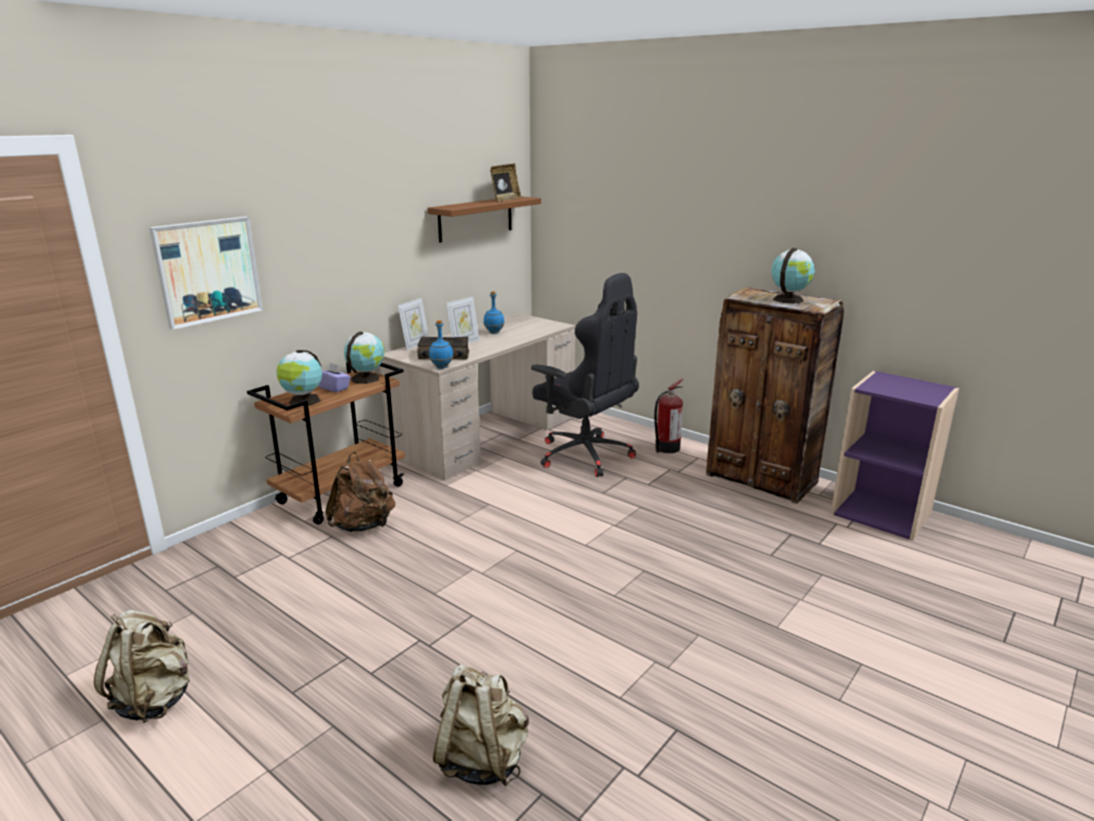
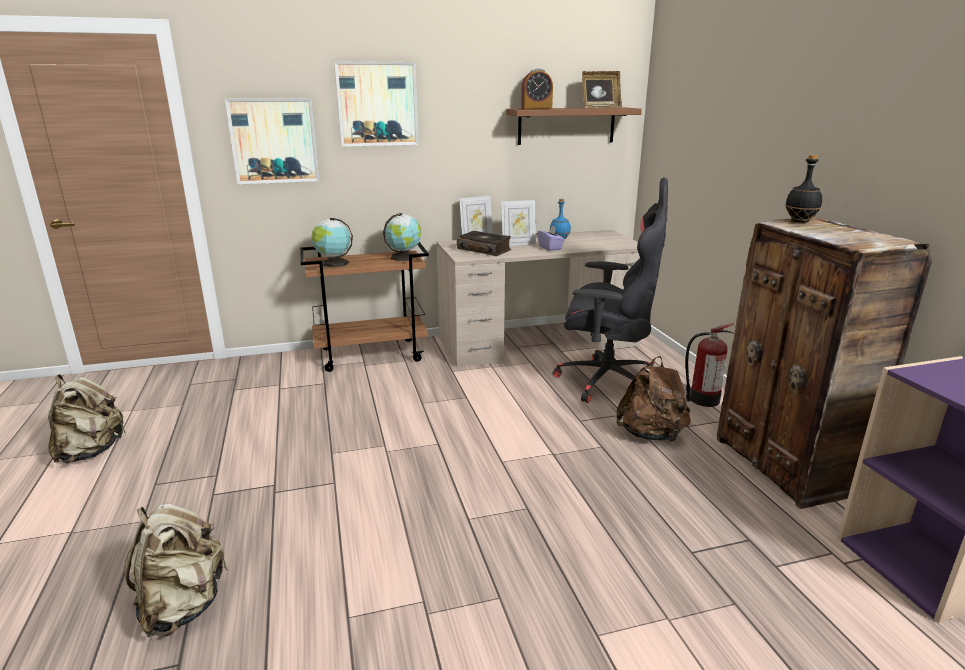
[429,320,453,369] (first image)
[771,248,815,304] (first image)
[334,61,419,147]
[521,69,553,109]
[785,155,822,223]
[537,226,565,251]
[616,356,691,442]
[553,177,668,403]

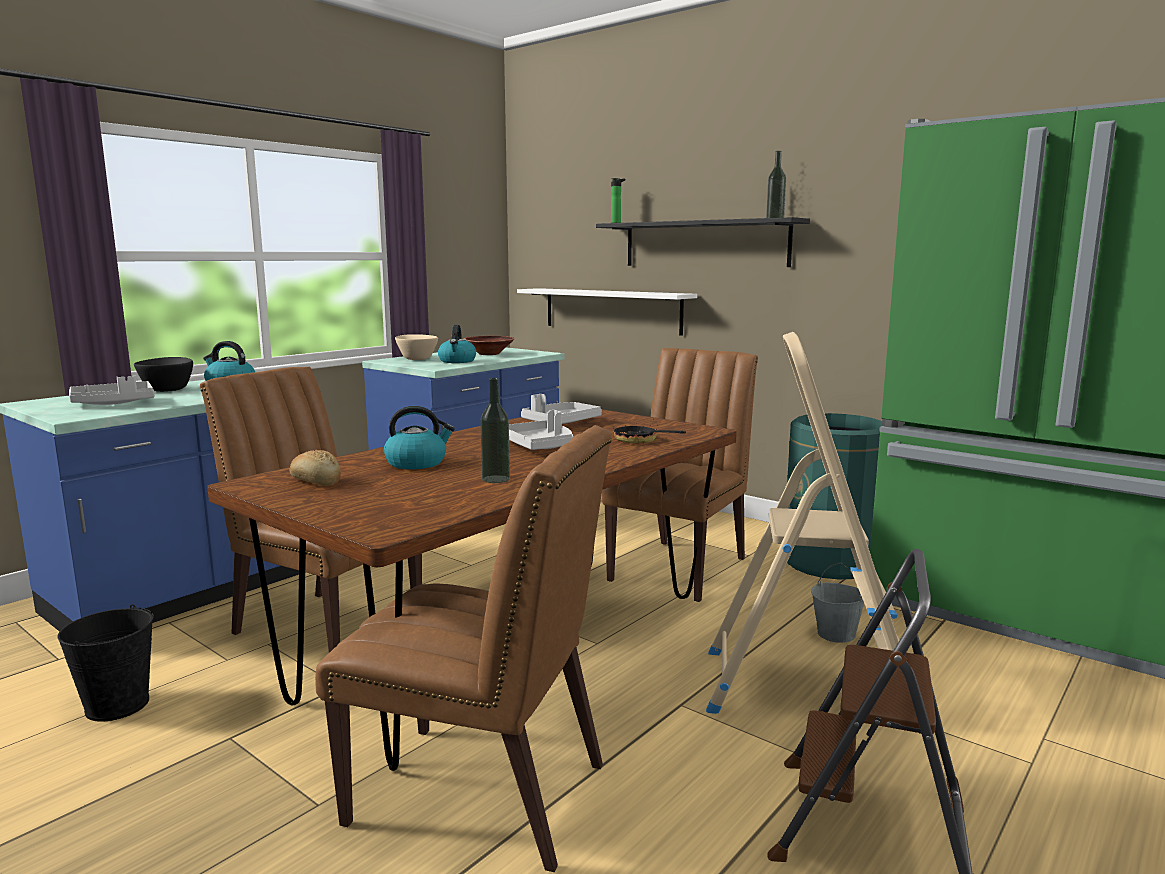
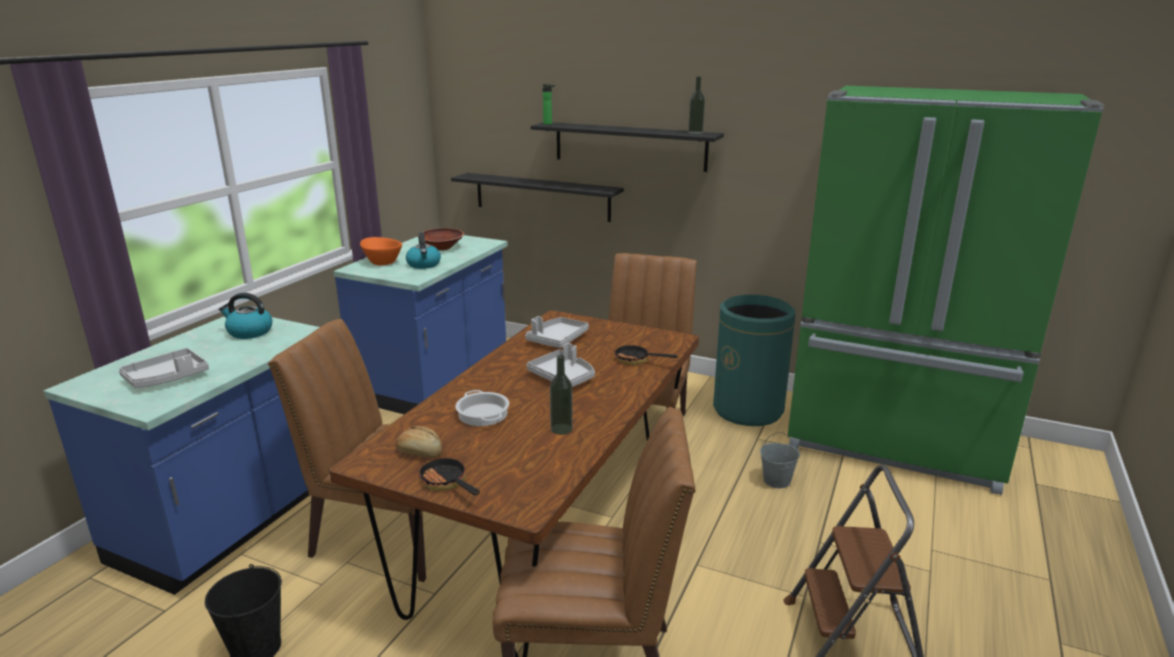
[134,357,193,392] (first image)
[706,332,899,714] (first image)
[417,456,480,495]
[456,390,509,426]
[360,237,402,265]
[451,173,624,222]

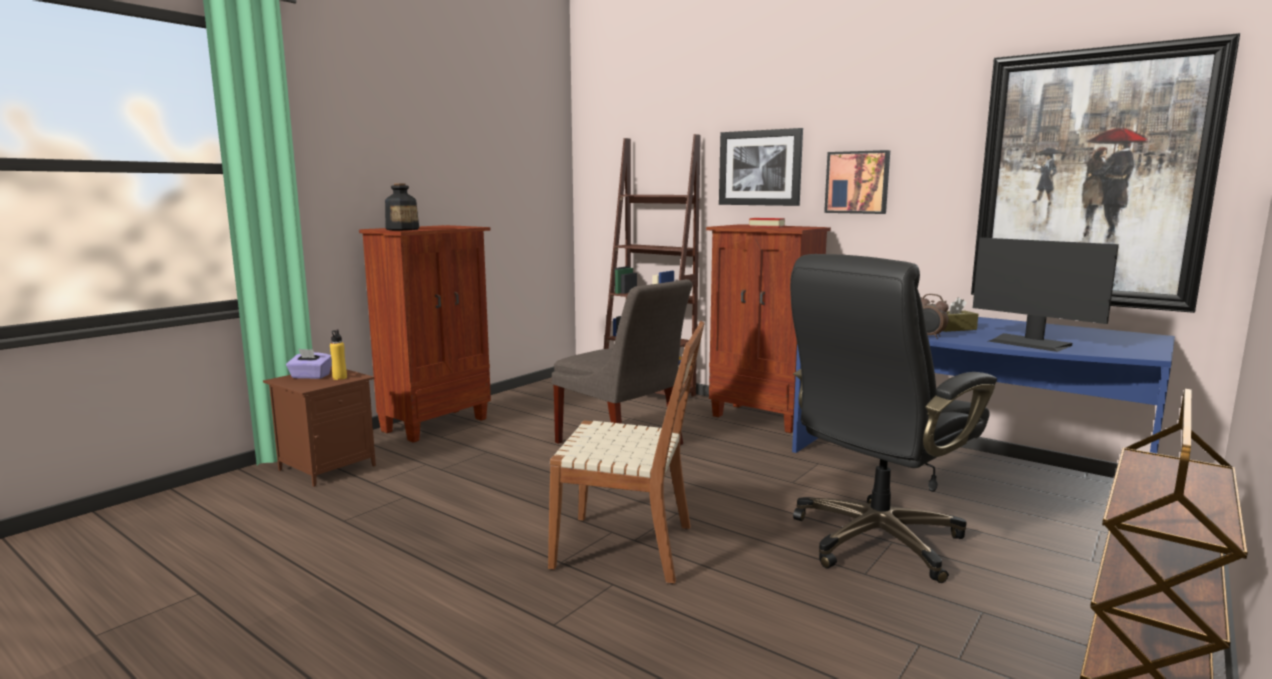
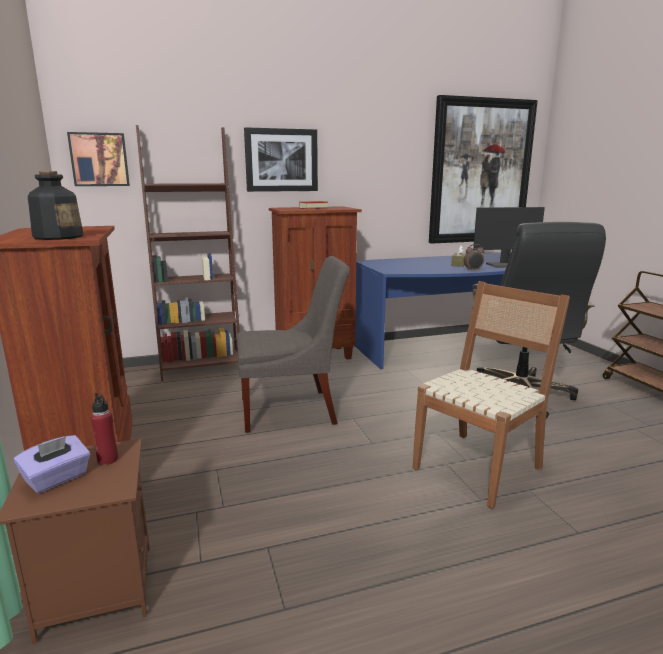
[67,132,130,186]
[91,393,118,465]

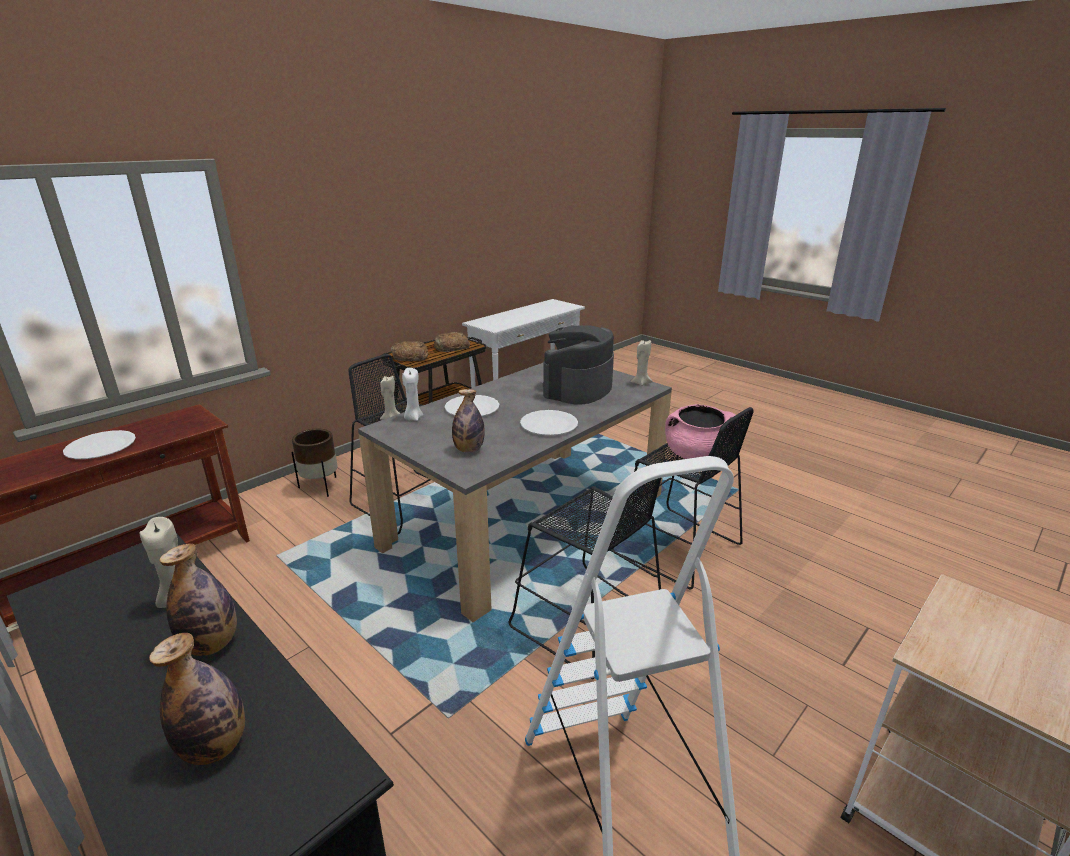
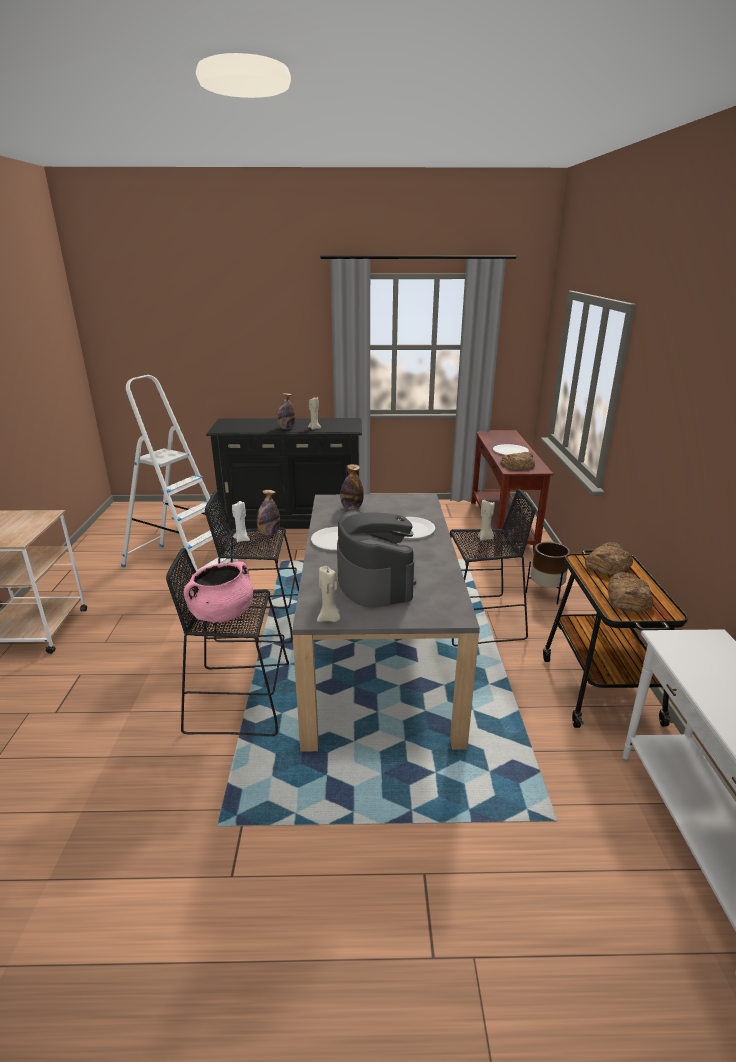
[501,452,535,470]
[257,490,280,535]
[232,501,250,542]

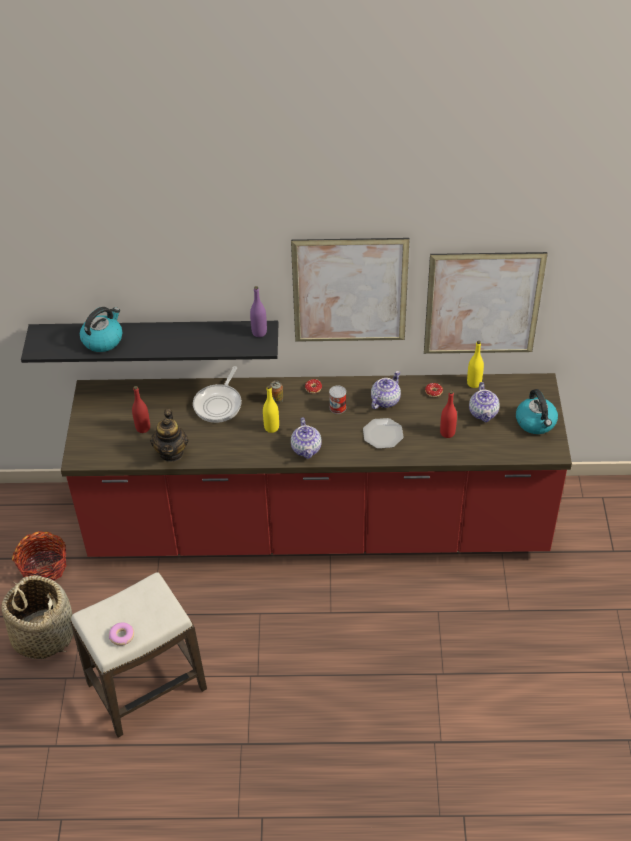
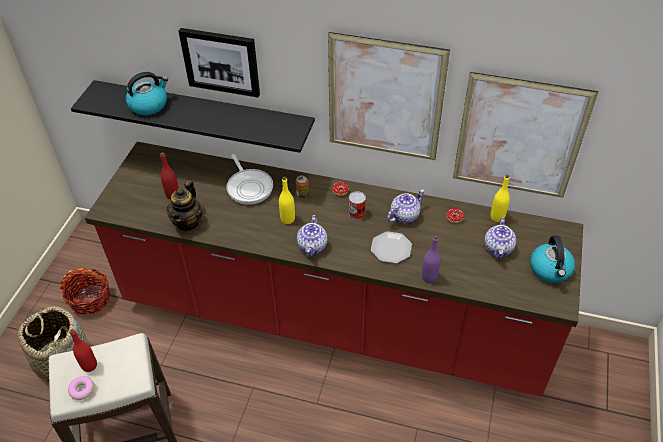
[178,28,260,97]
[422,235,441,283]
[70,329,97,372]
[226,154,273,205]

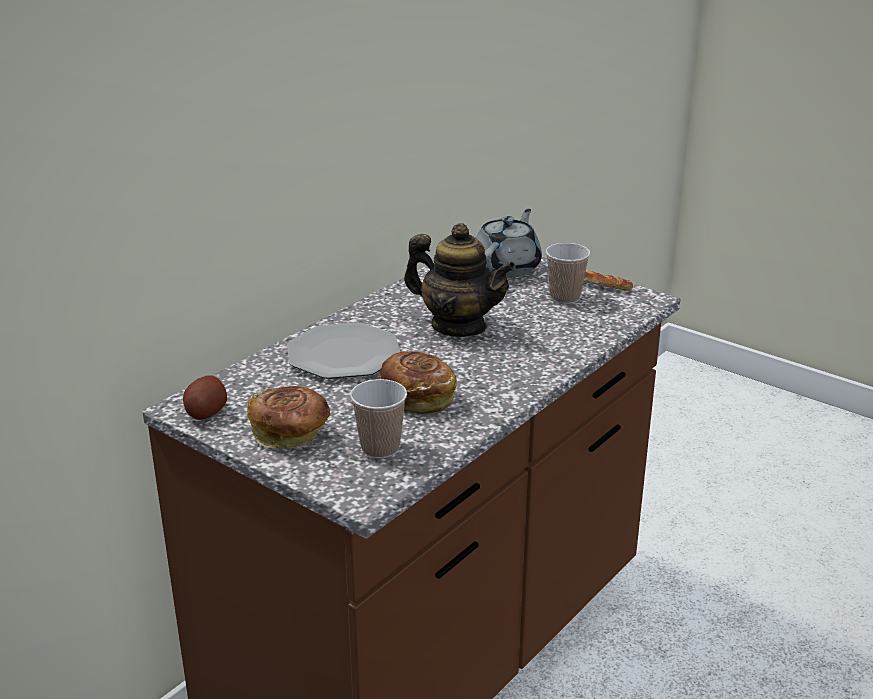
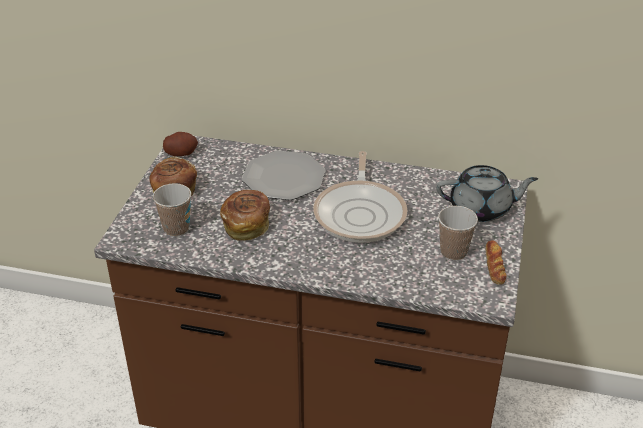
[313,151,408,243]

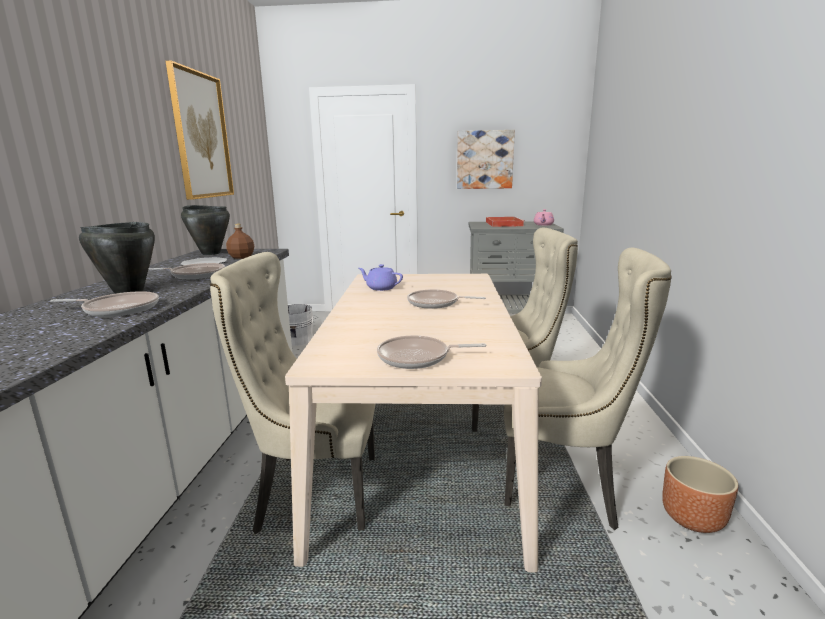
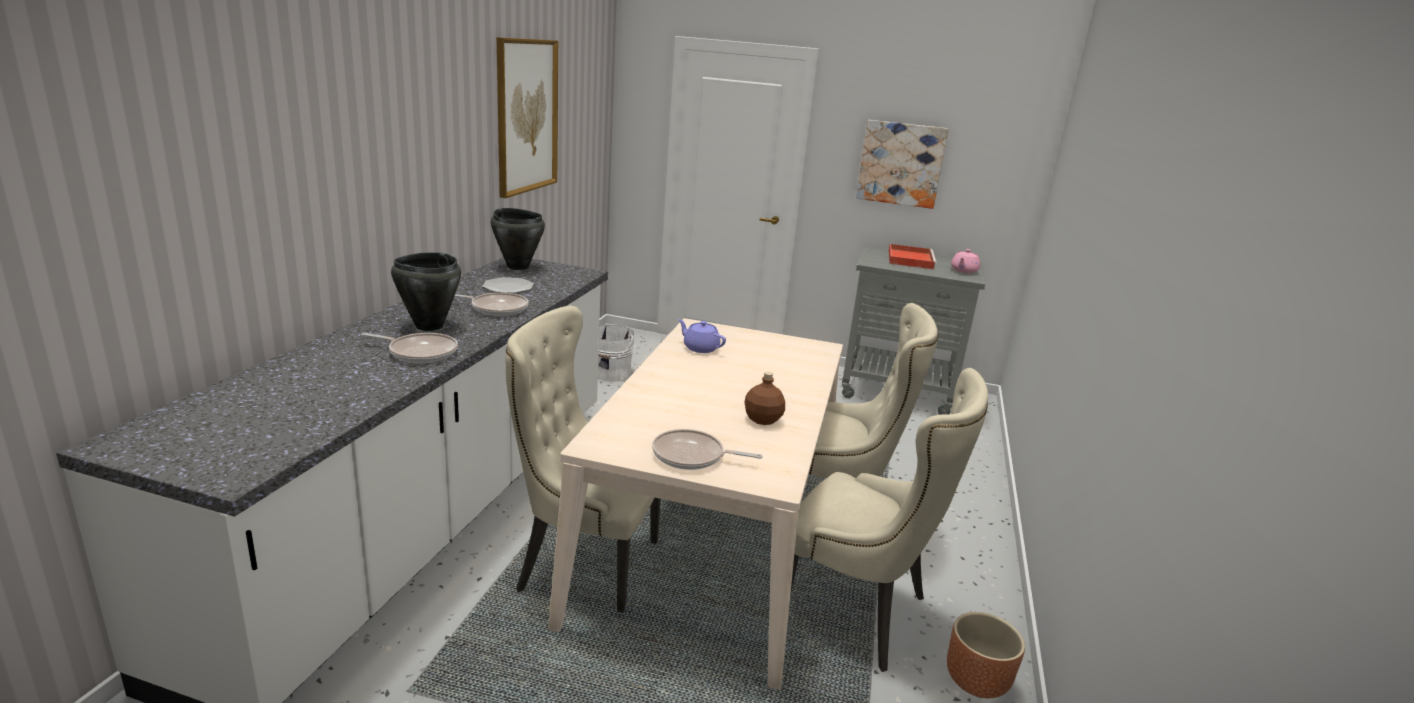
[407,290,486,309] (first image)
[744,372,785,425]

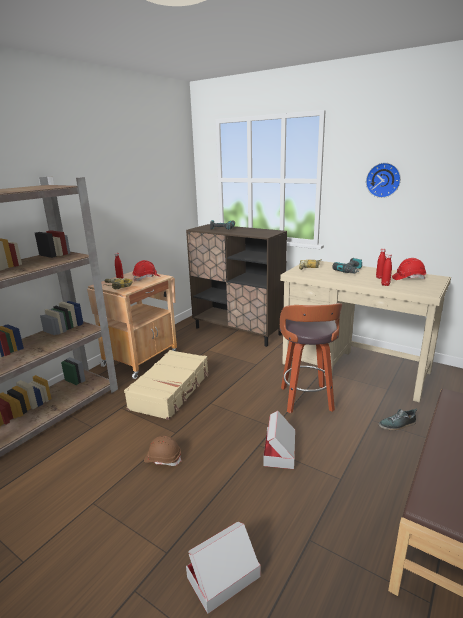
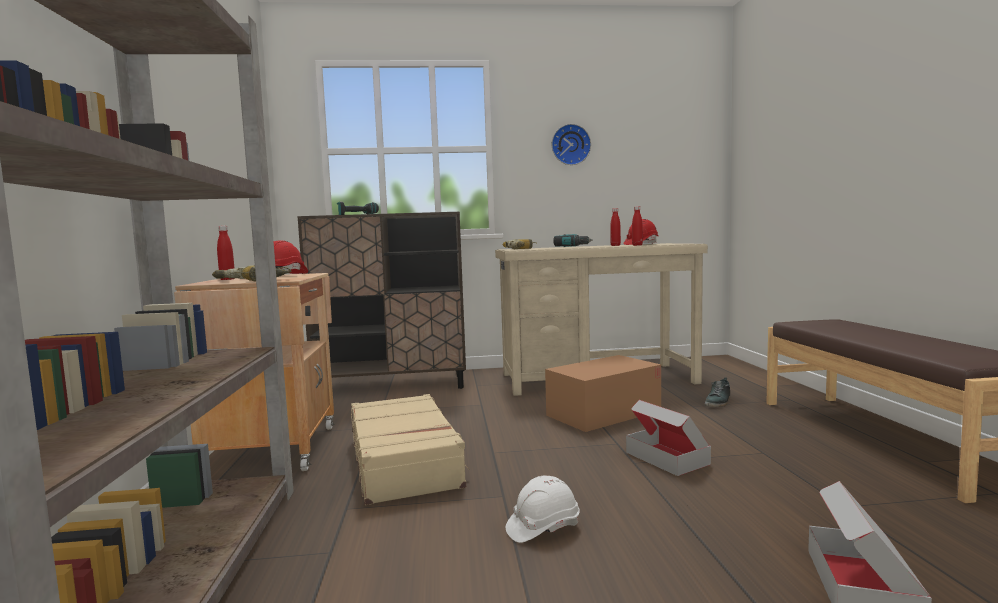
[545,355,661,432]
[506,475,580,543]

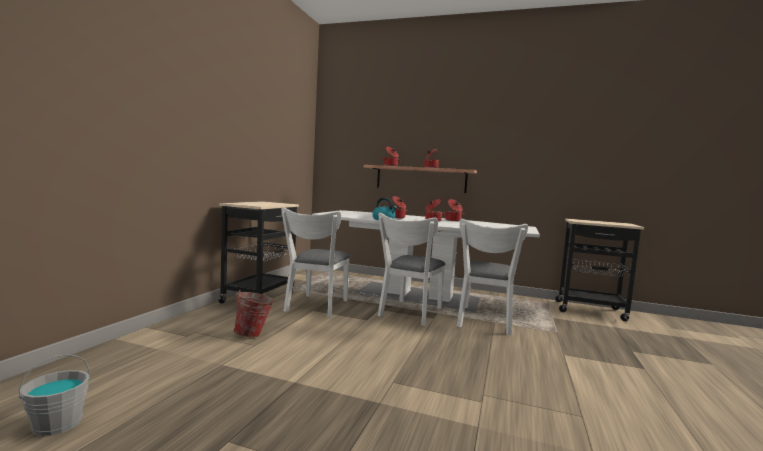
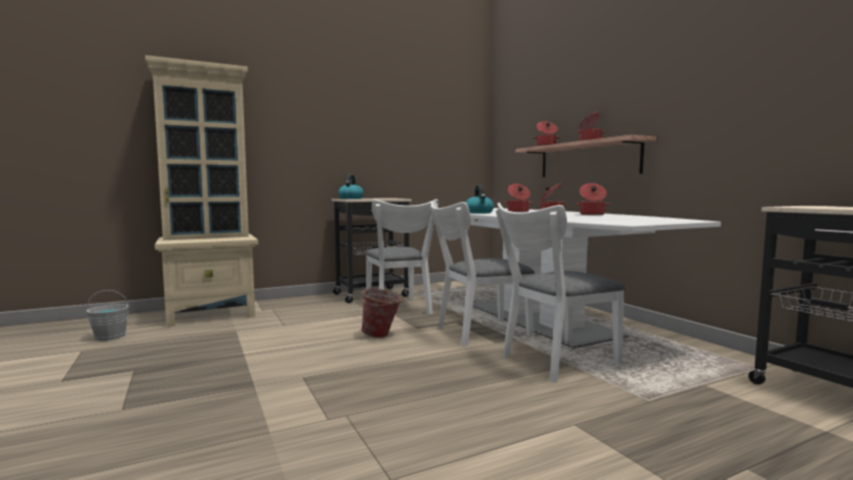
[145,55,258,327]
[338,175,364,199]
[360,286,402,338]
[365,199,439,314]

